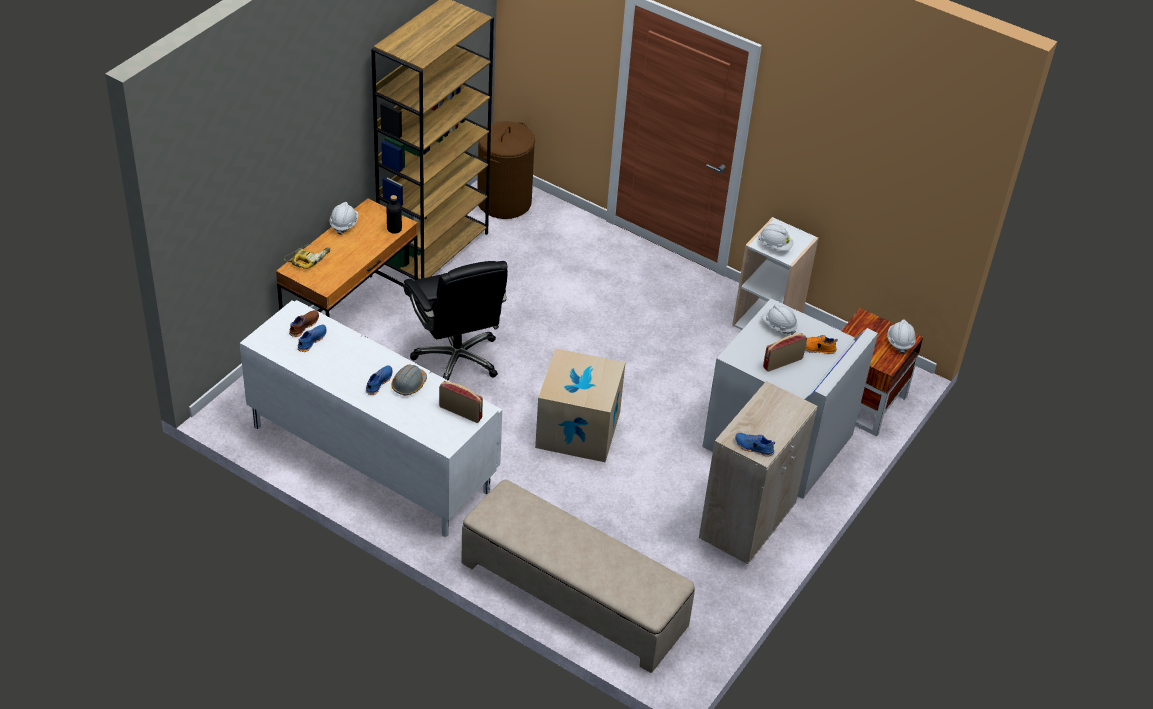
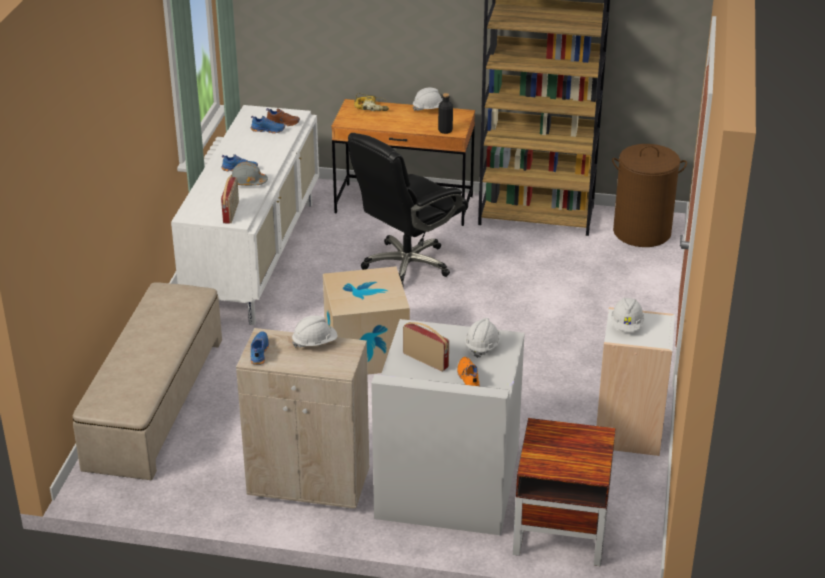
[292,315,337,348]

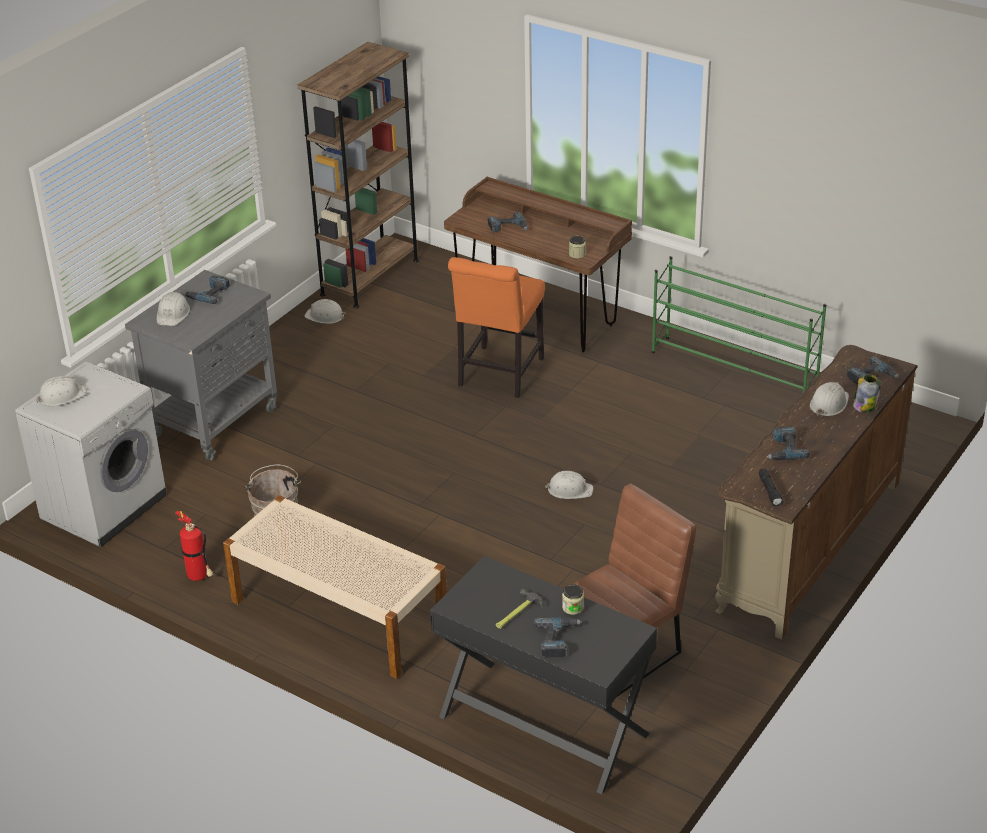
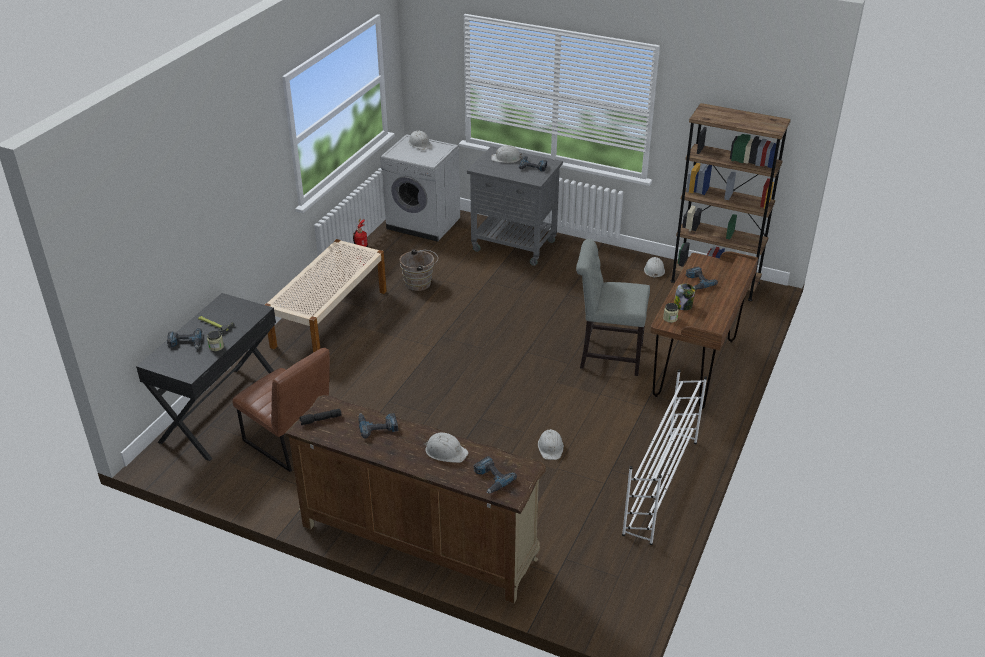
[538,429,564,460]
[674,283,695,310]
[576,239,650,376]
[622,369,707,545]

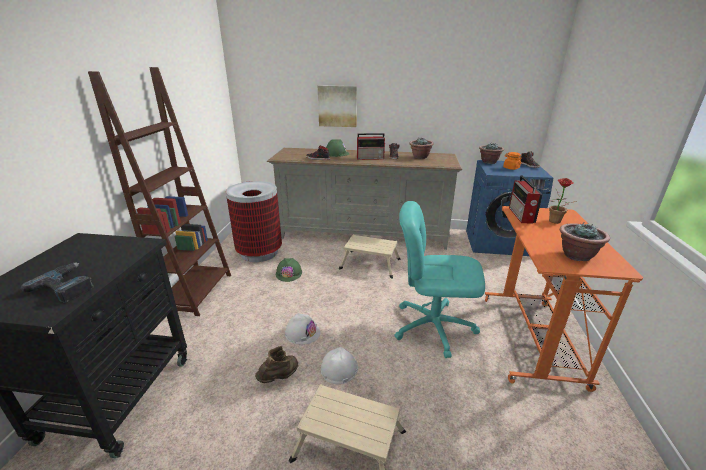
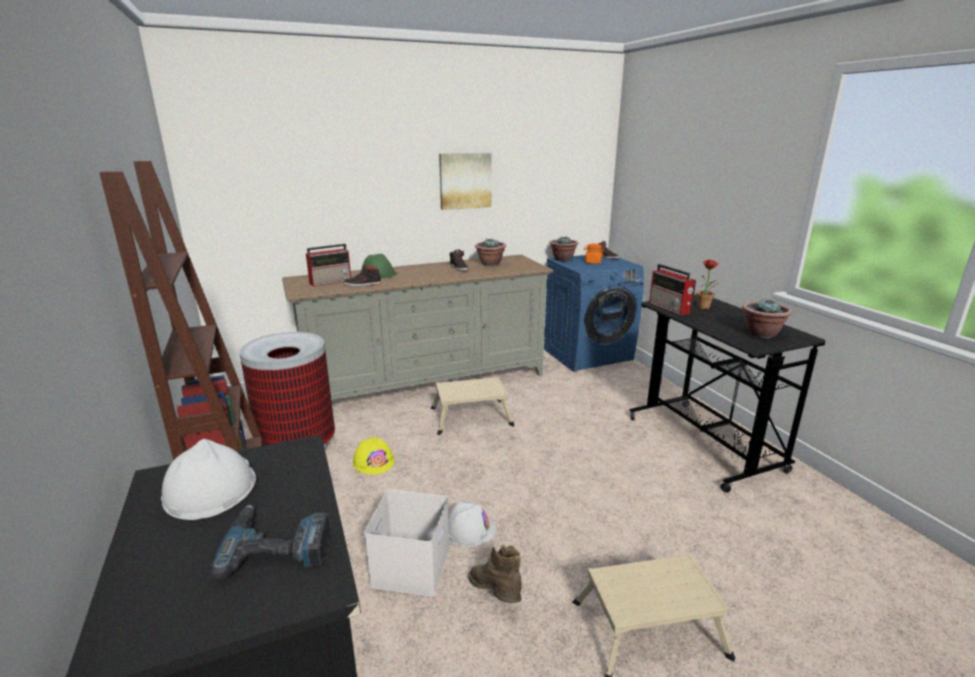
[394,201,485,358] (first image)
[364,489,450,597]
[439,153,491,210]
[161,439,256,520]
[306,244,351,286]
[353,437,395,475]
[630,295,826,493]
[468,545,522,603]

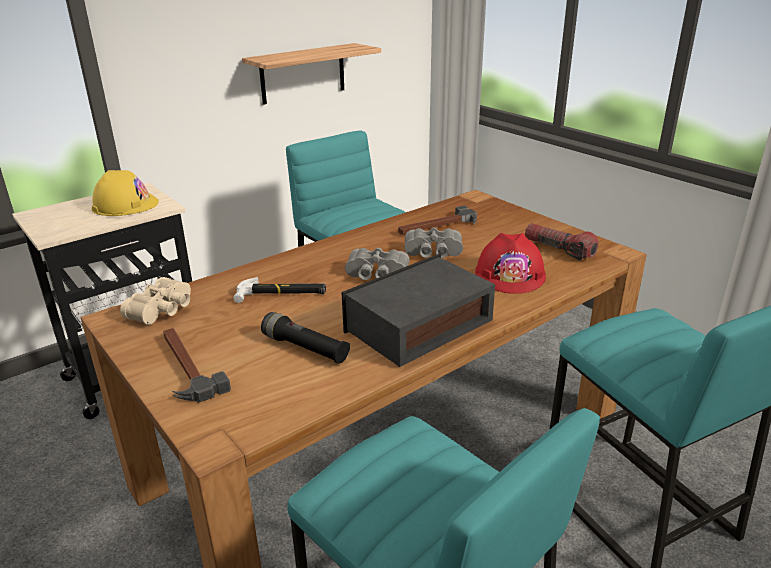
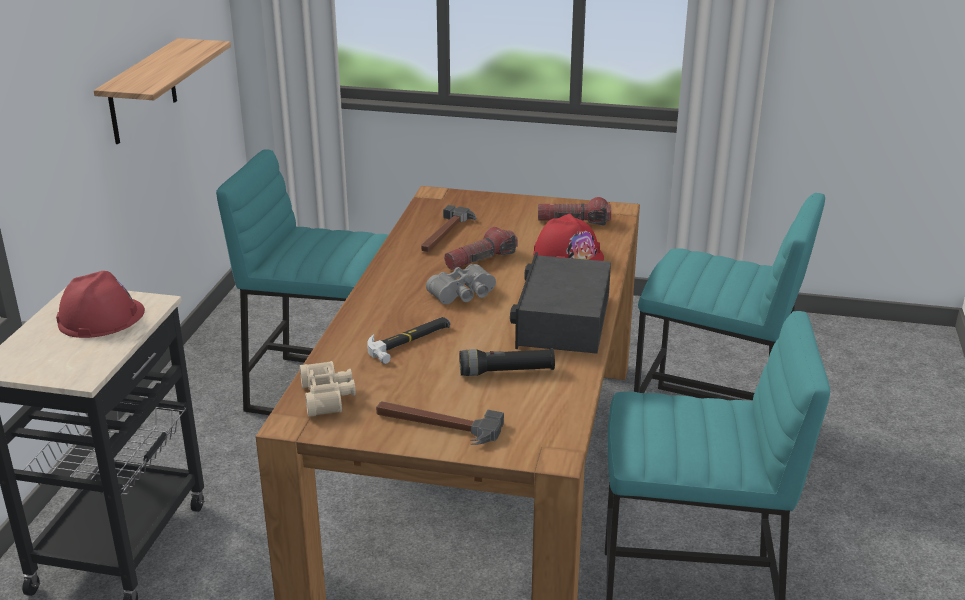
[444,227,518,270]
[56,271,145,338]

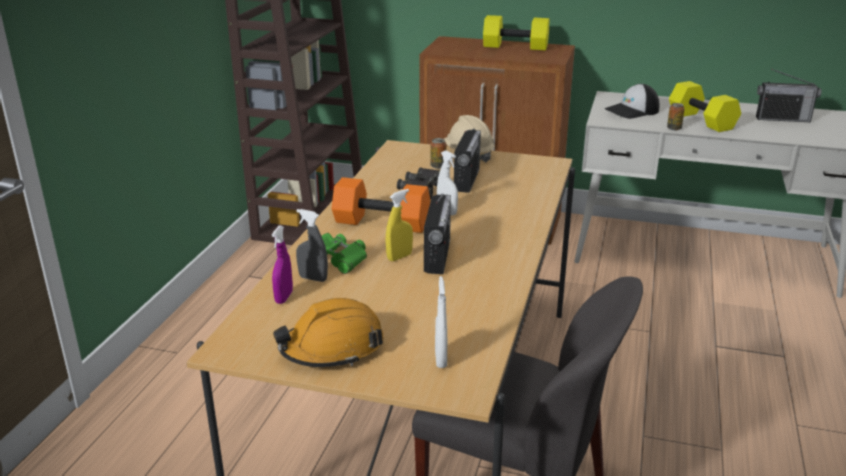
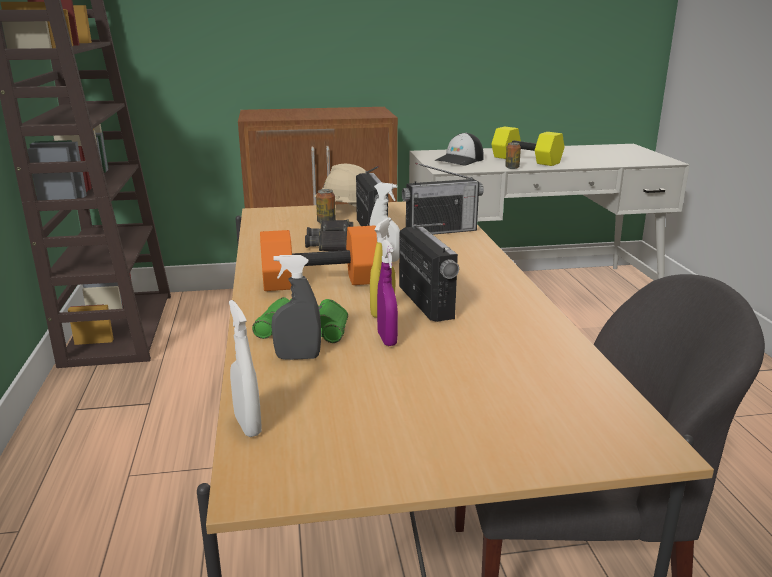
[273,298,383,367] (first image)
[483,15,549,51] (first image)
[377,240,398,346]
[229,300,262,437]
[402,163,484,235]

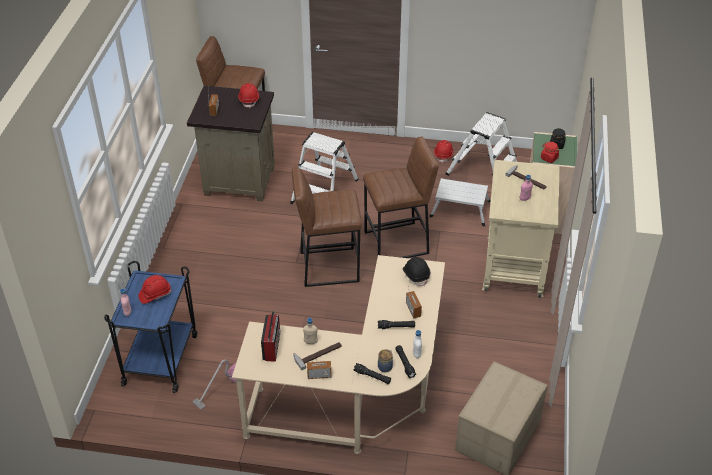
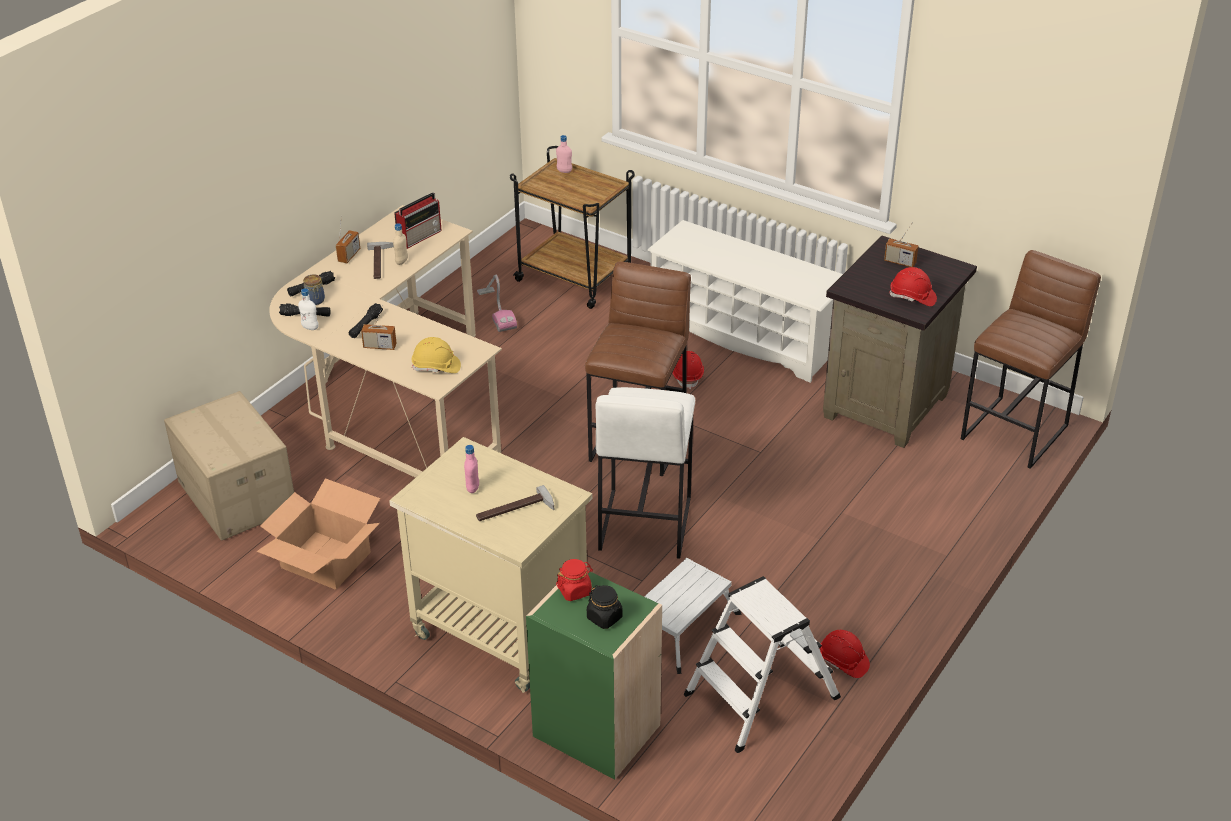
[290,132,359,204] (first image)
[257,478,380,590]
[647,220,843,383]
[672,351,704,389]
[510,146,635,309]
[596,387,695,559]
[412,337,461,373]
[394,192,442,249]

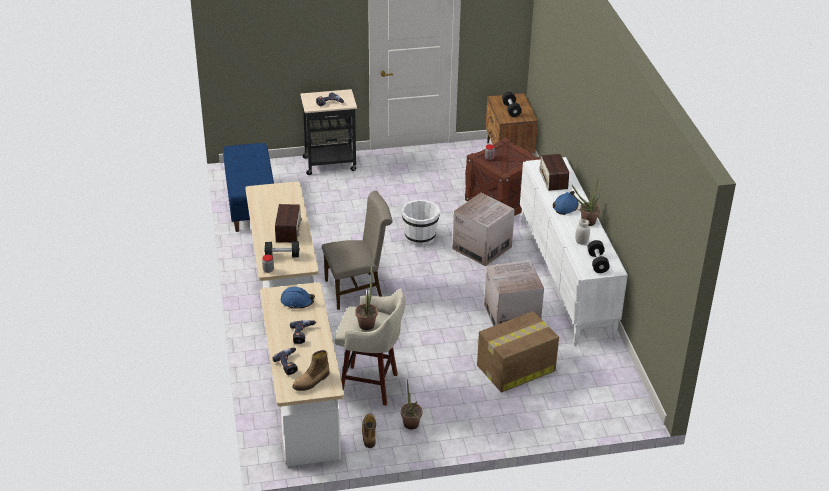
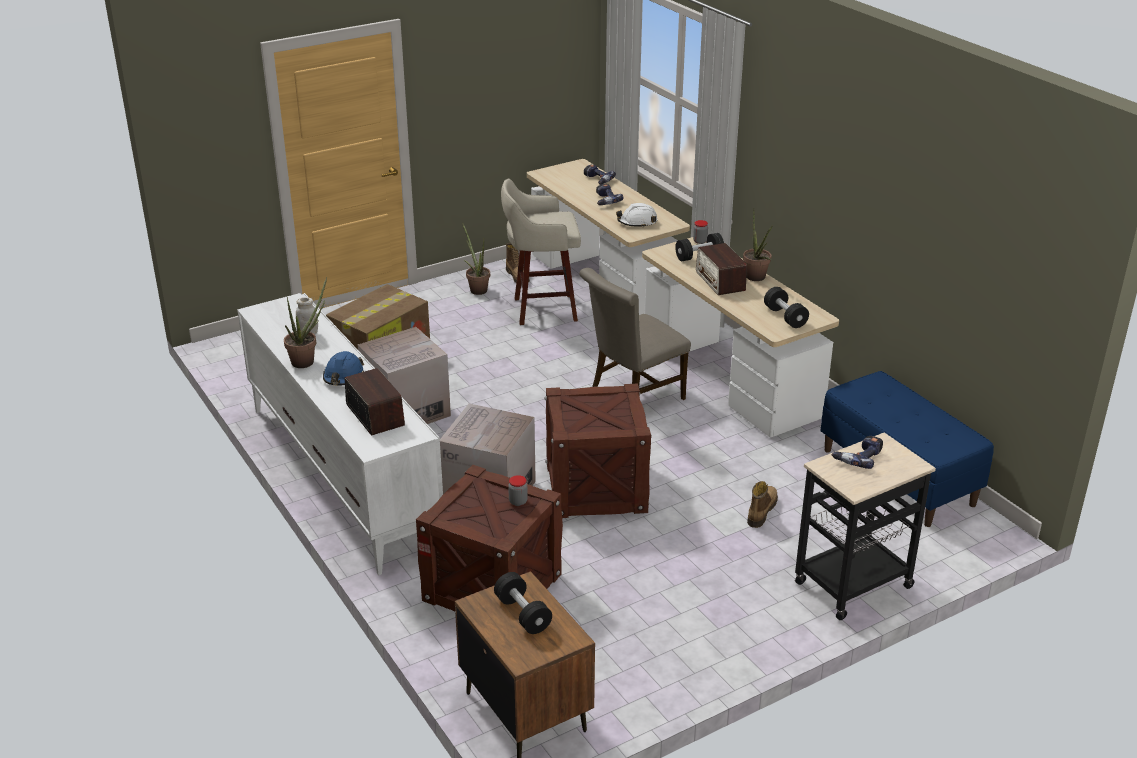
[747,481,778,528]
[743,208,773,281]
[764,287,809,328]
[544,384,652,518]
[616,203,658,228]

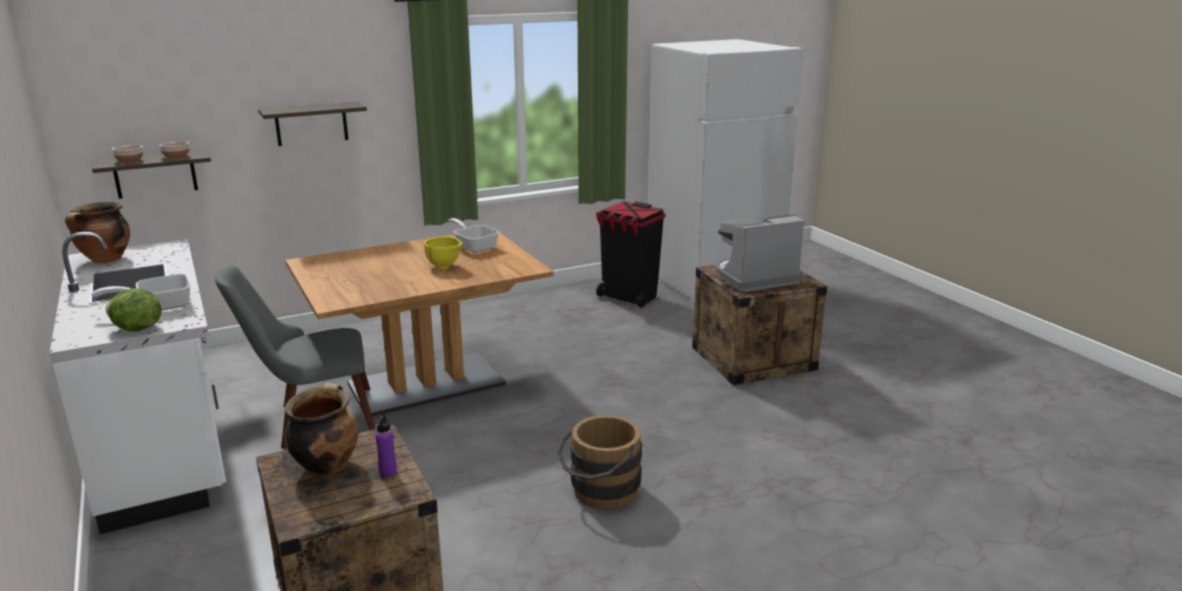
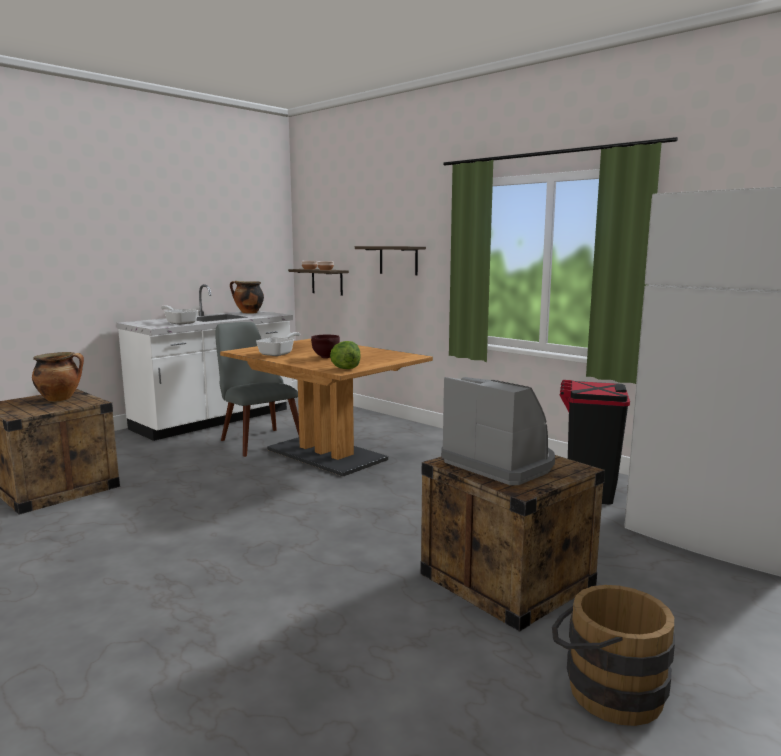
[375,414,397,477] (first image)
[330,341,361,369]
[256,332,300,356]
[552,585,675,726]
[311,335,340,358]

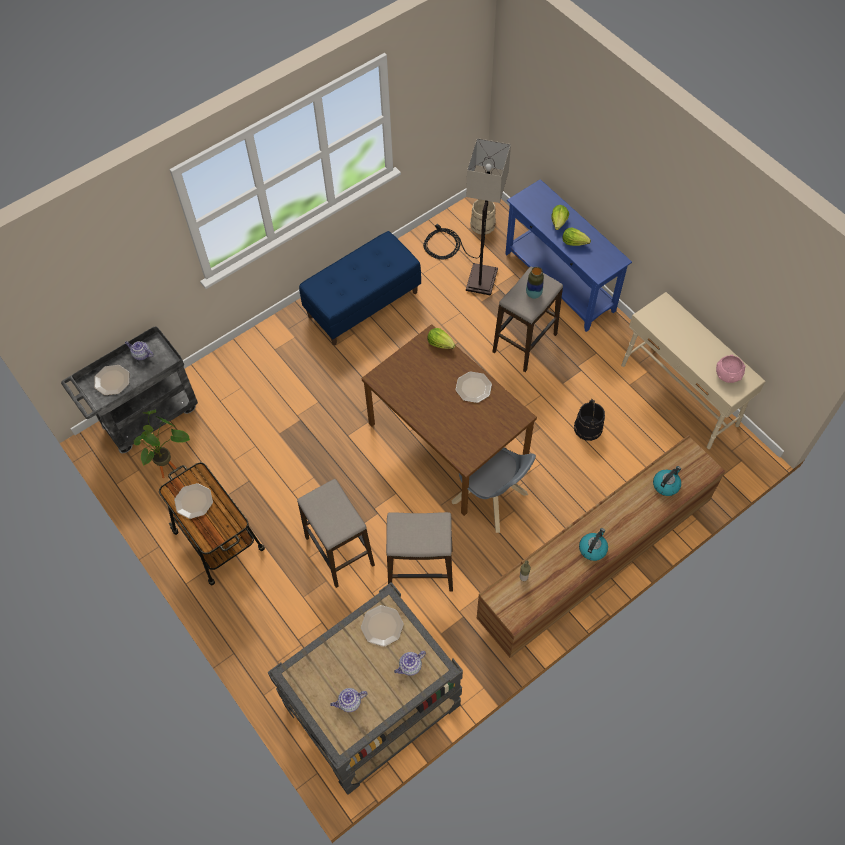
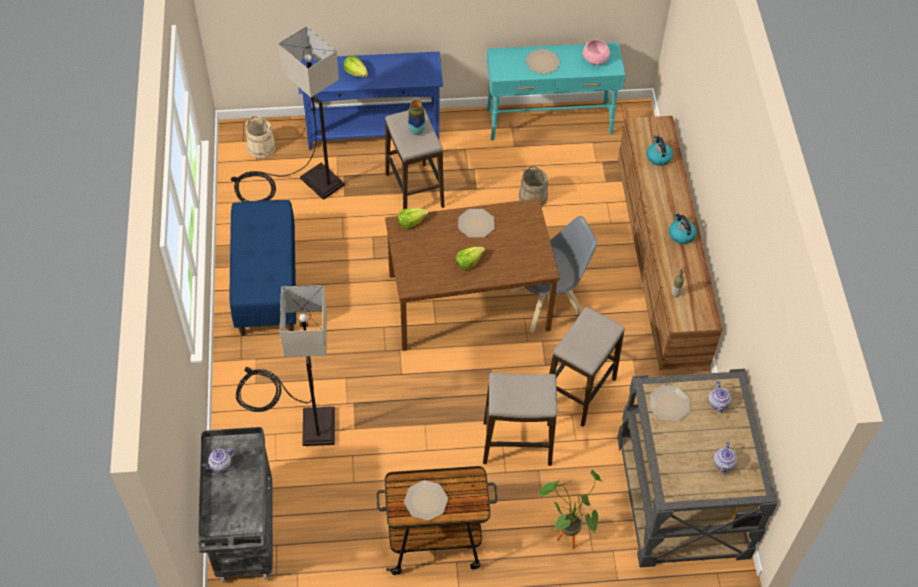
[236,285,335,446]
[525,49,560,74]
[538,469,602,549]
[456,247,485,270]
[519,166,548,207]
[487,42,625,141]

